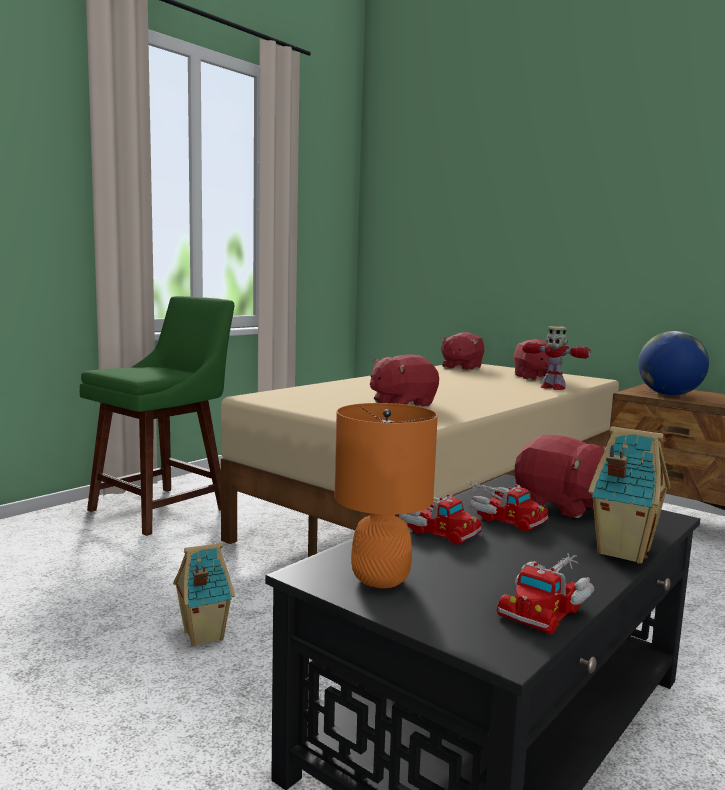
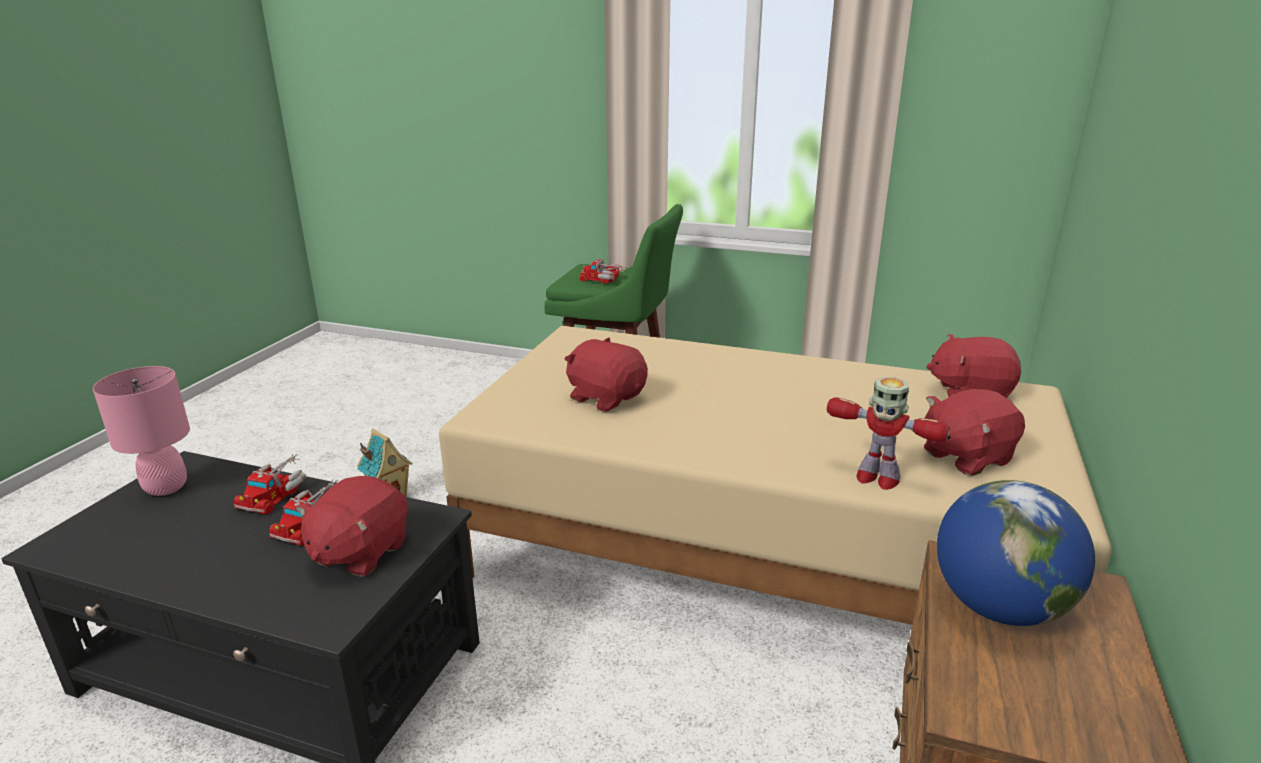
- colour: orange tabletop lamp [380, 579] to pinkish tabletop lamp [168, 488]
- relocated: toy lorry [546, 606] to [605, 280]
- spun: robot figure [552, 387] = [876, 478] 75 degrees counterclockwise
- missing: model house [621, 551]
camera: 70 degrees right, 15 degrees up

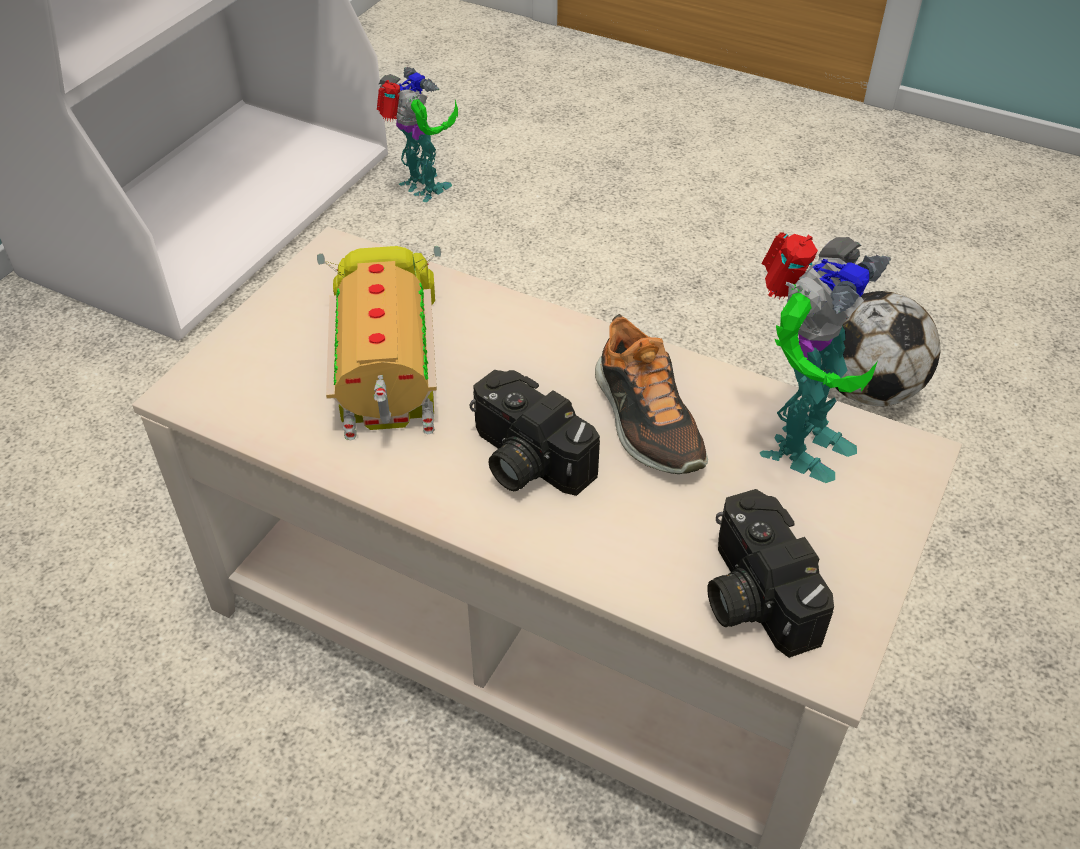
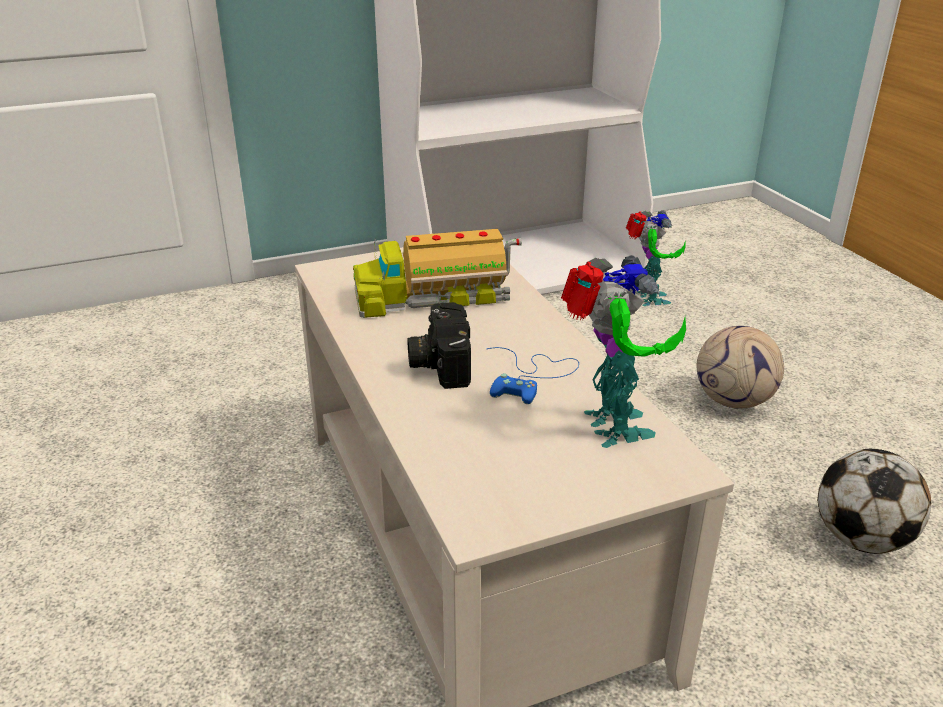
- spun: toy lorry [390, 358] = [433, 295] 135 degrees counterclockwise
- exchanged: low shoe [645, 420] to blue-coloured game controller [531, 376]
- spun: robot figure [797, 444] = [611, 429] 90 degrees counterclockwise
- appeared: ball for football [734, 401]
- missing: still camera [750, 595]
camera: 40 degrees right, 15 degrees down

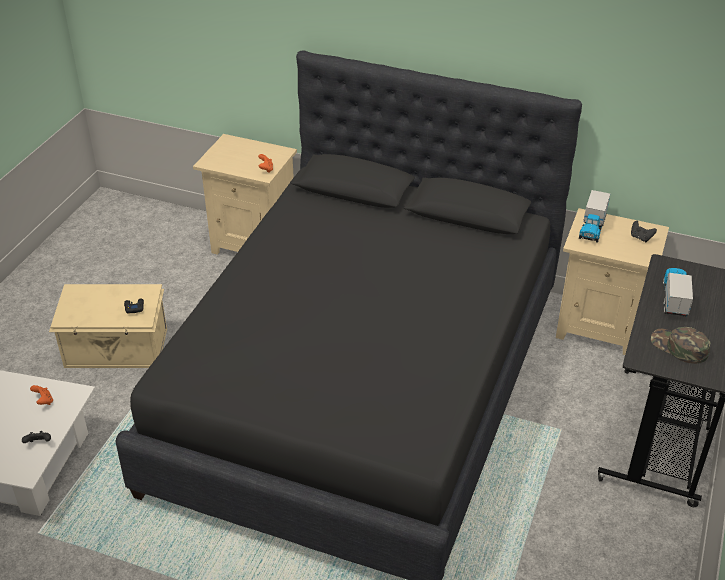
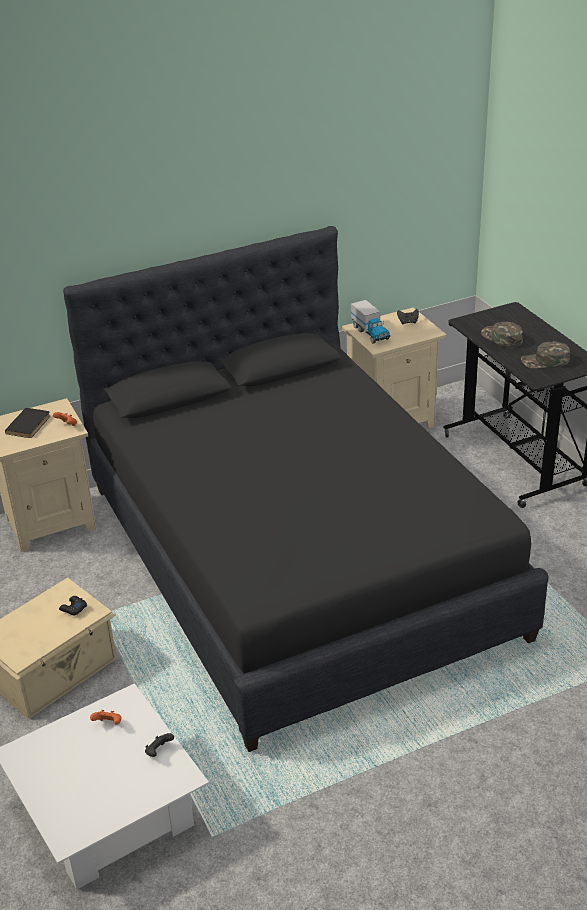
- appeared: black-coloured bound book [30, 425]
- exchanged: toy lorry [674, 300] to green cap [501, 338]
camera: 45 degrees left, 5 degrees down

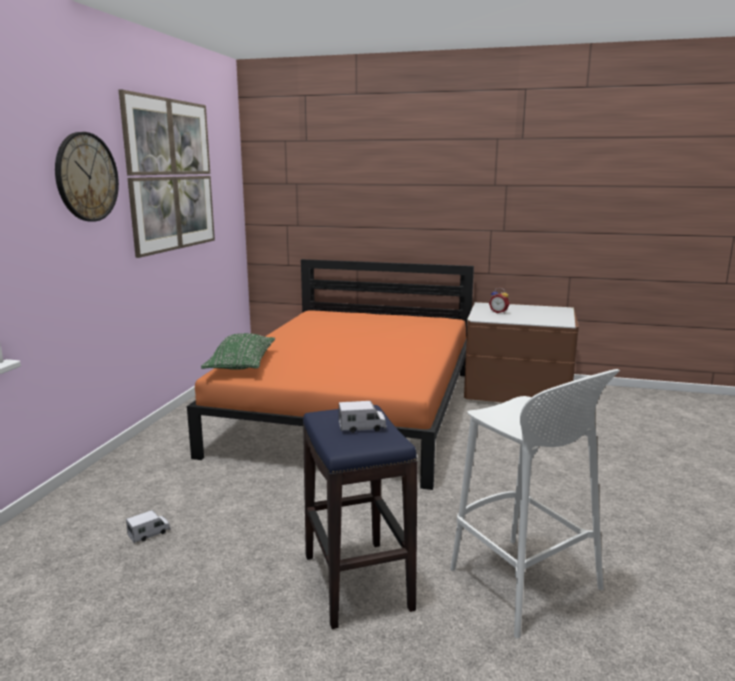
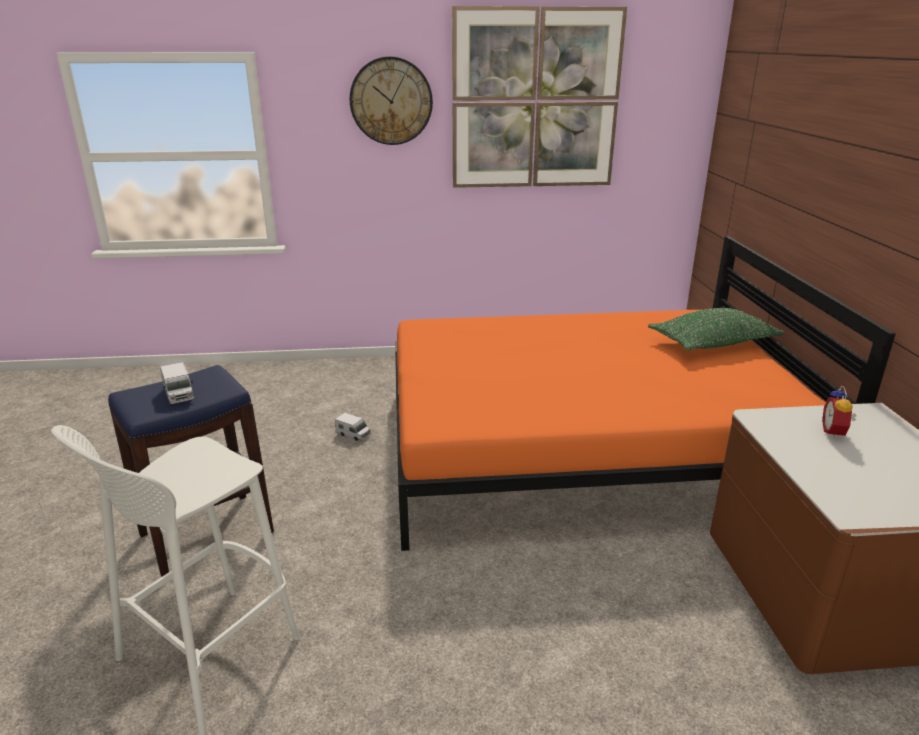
- relocated: toy lorry [149, 534] to [353, 434]
- relocated: green pillow [241, 364] to [712, 343]
camera: 70 degrees right, 10 degrees up

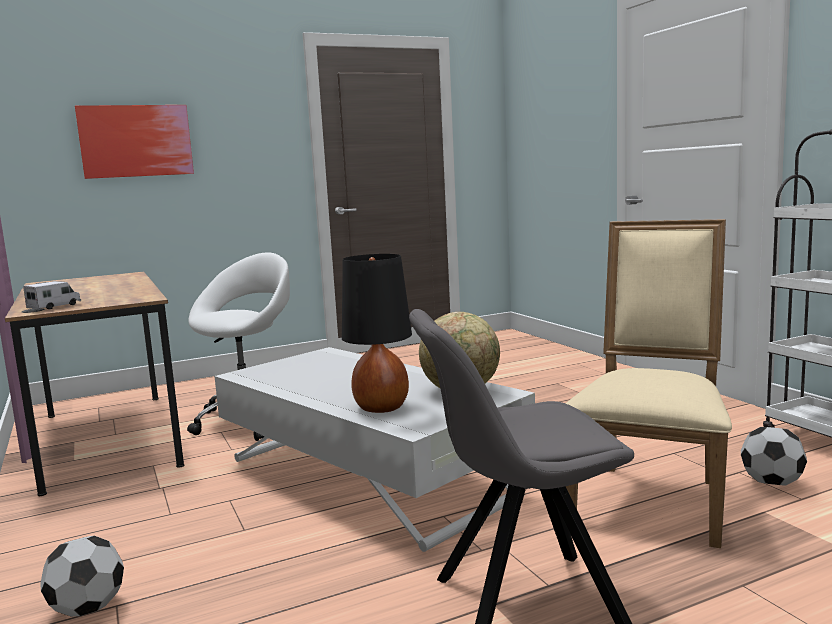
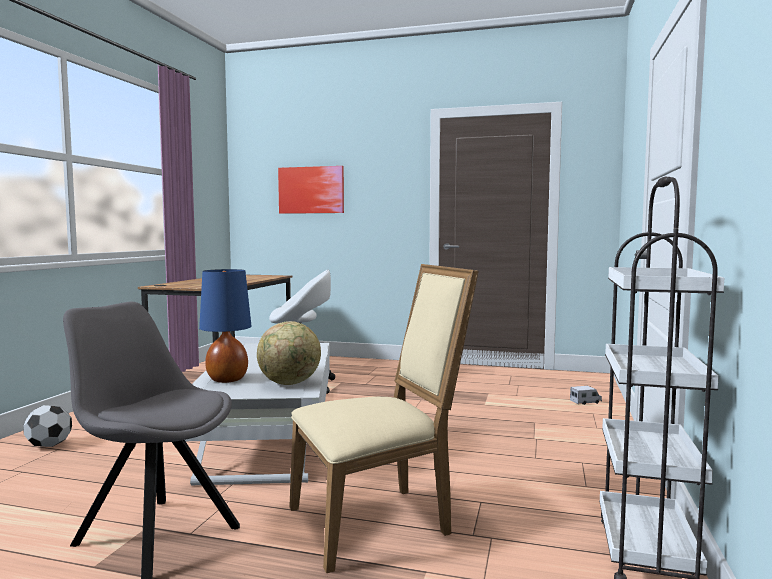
- colour: black-coloured tabletop lamp [381, 407] to blue-coloured tabletop lamp [227, 379]
- relocated: toy lorry [54, 307] to [585, 402]
- missing: ball for football [772, 483]
camera: 40 degrees right, 5 degrees down

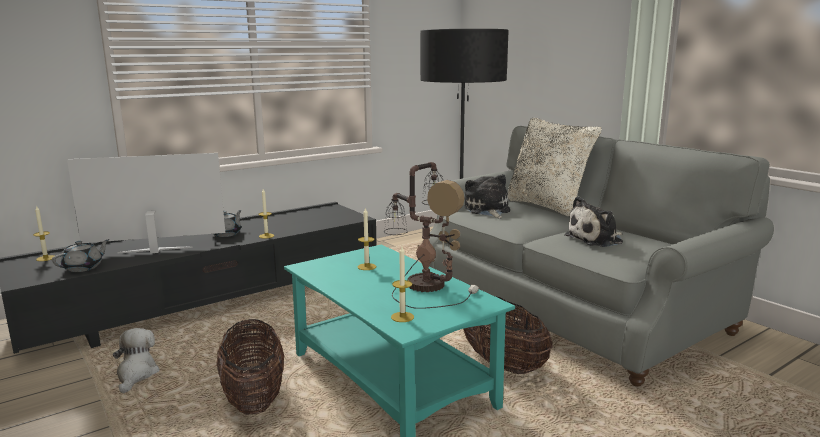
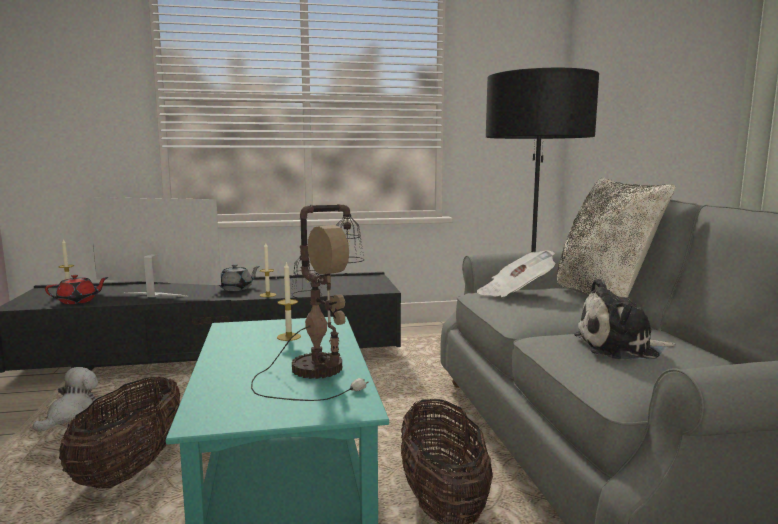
- colour: greyish teapot [84, 267] to red-coloured teapot [78, 301]
- exchanged: plush toy [487, 210] to daily paper [515, 293]
- missing: wax candle [402, 317]
camera: 25 degrees right, 5 degrees down

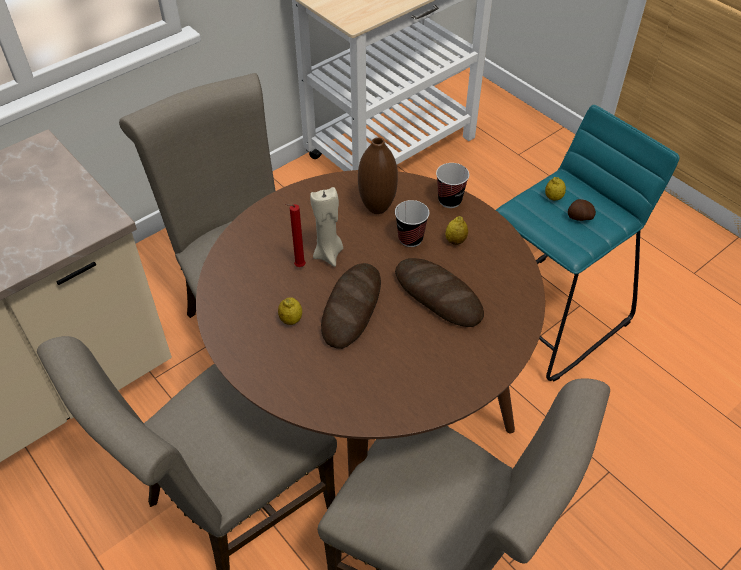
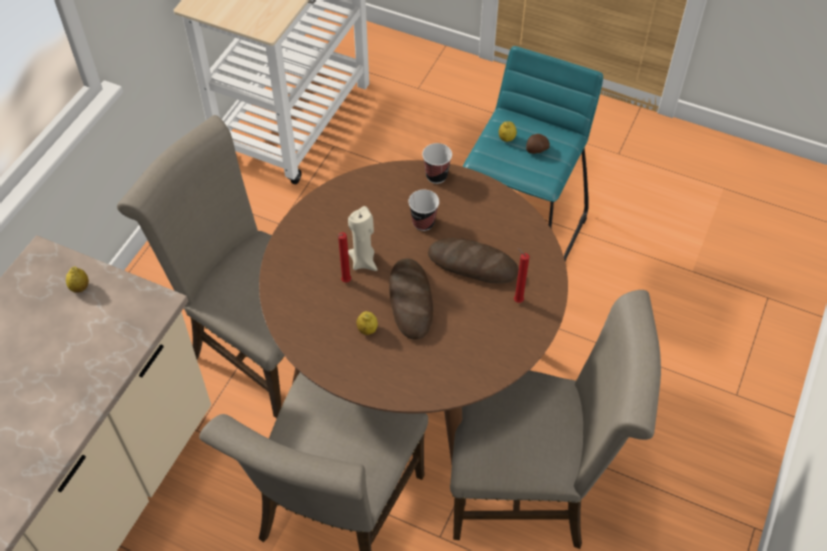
- relocated: citrus fruit [455, 241] to [80, 287]
- appeared: red-coloured wax candle [517, 300]
- missing: brown flower vase [377, 208]
camera: 25 degrees left, 5 degrees up

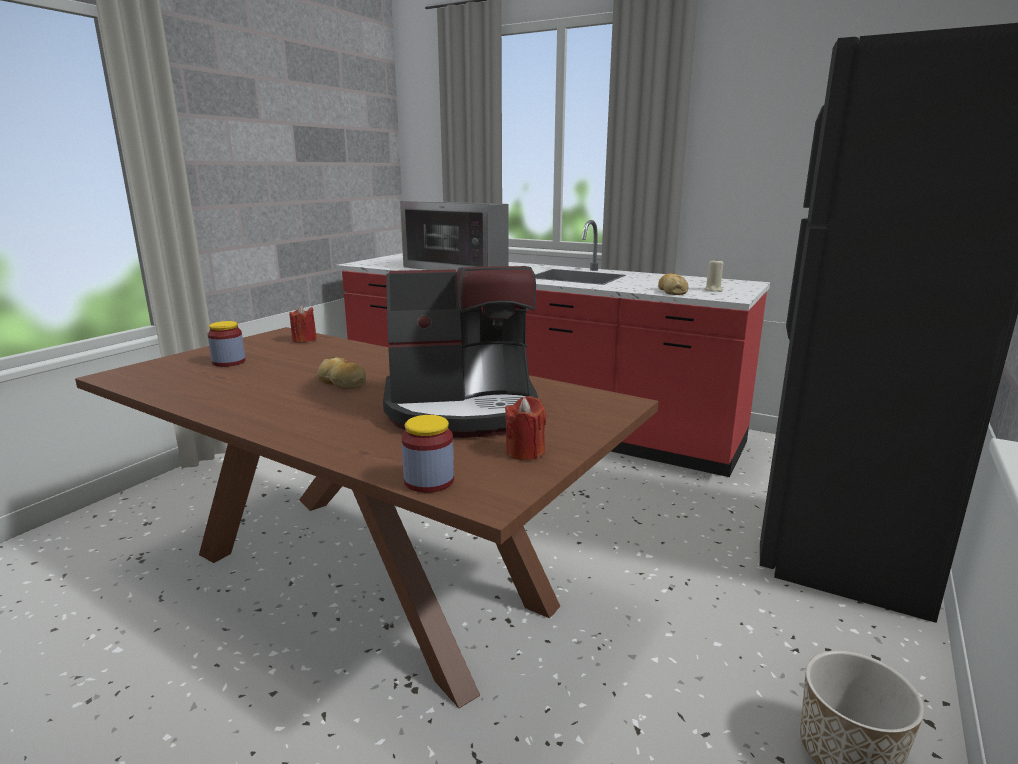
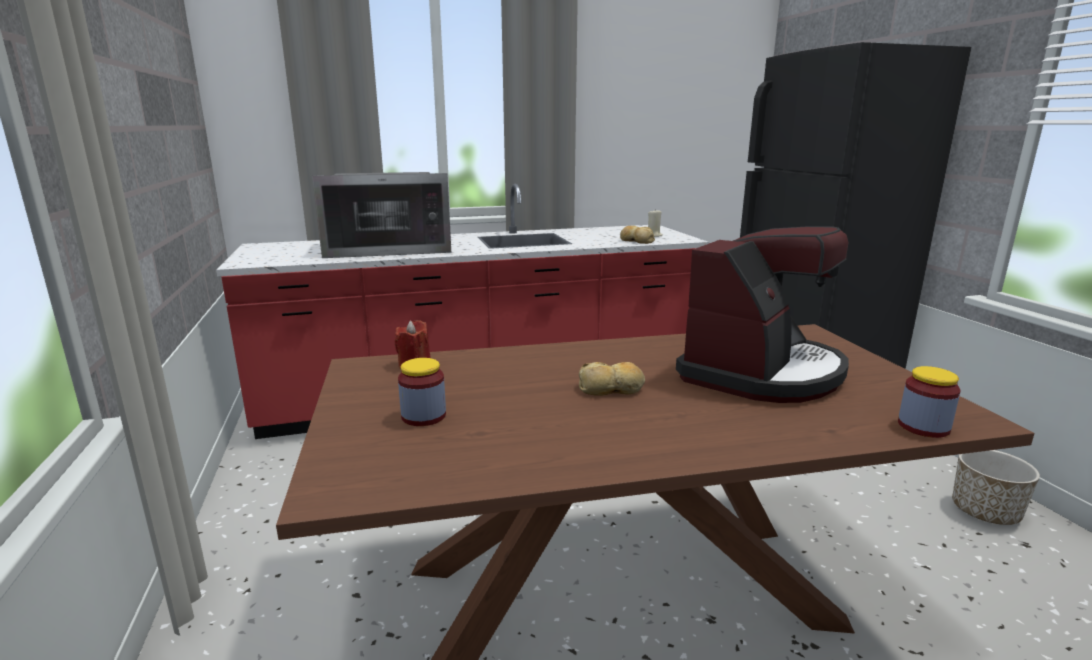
- missing: red-coloured wax candle [525, 452]
camera: 45 degrees left, 0 degrees up

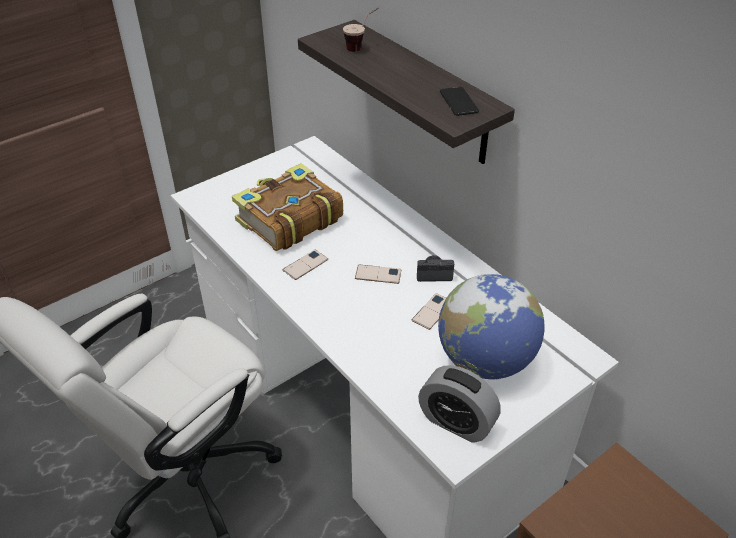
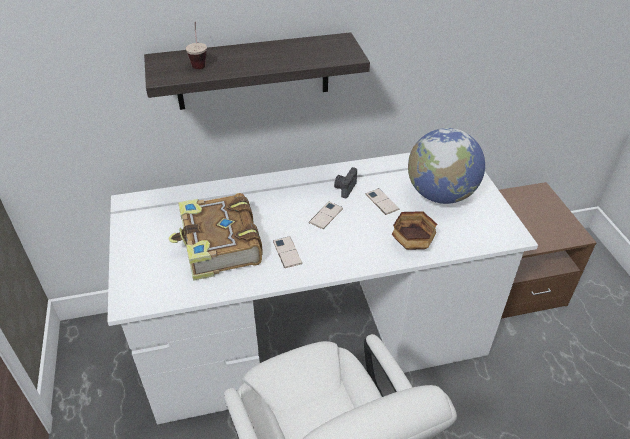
- appeared: bowl [411, 242]
- missing: alarm clock [456, 422]
- missing: handset [458, 102]
camera: 65 degrees left, 0 degrees up

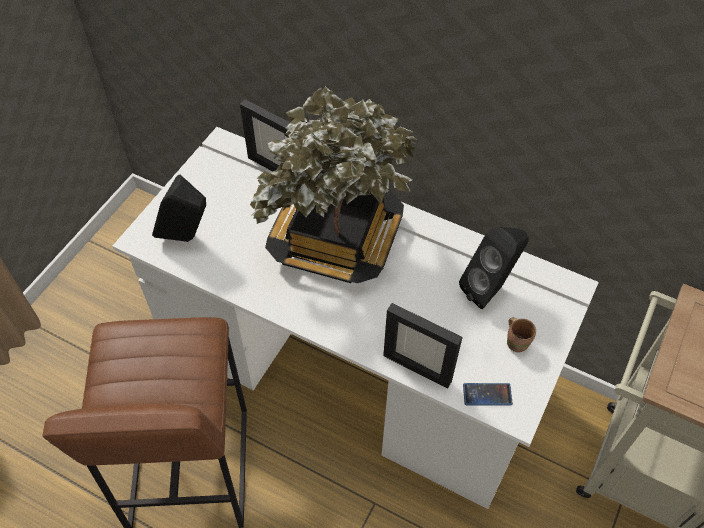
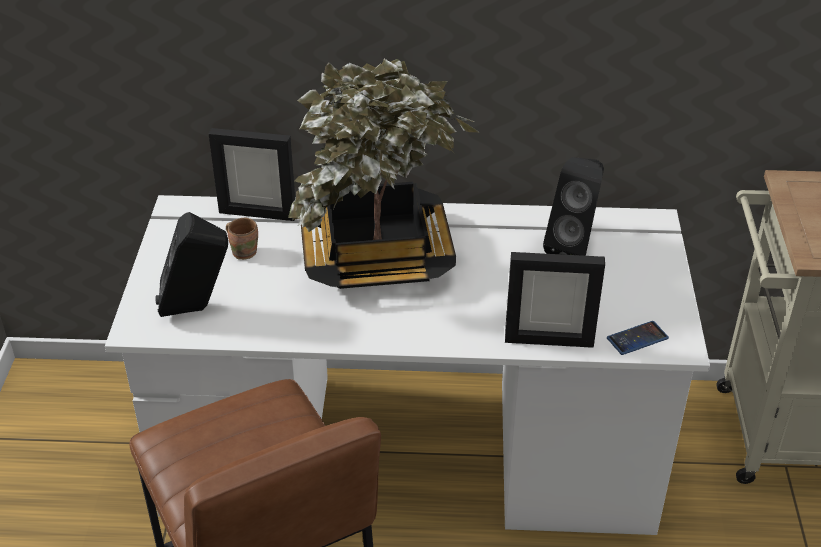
- relocated: brown tea mug [517, 342] to [244, 251]
camera: 25 degrees left, 15 degrees down

